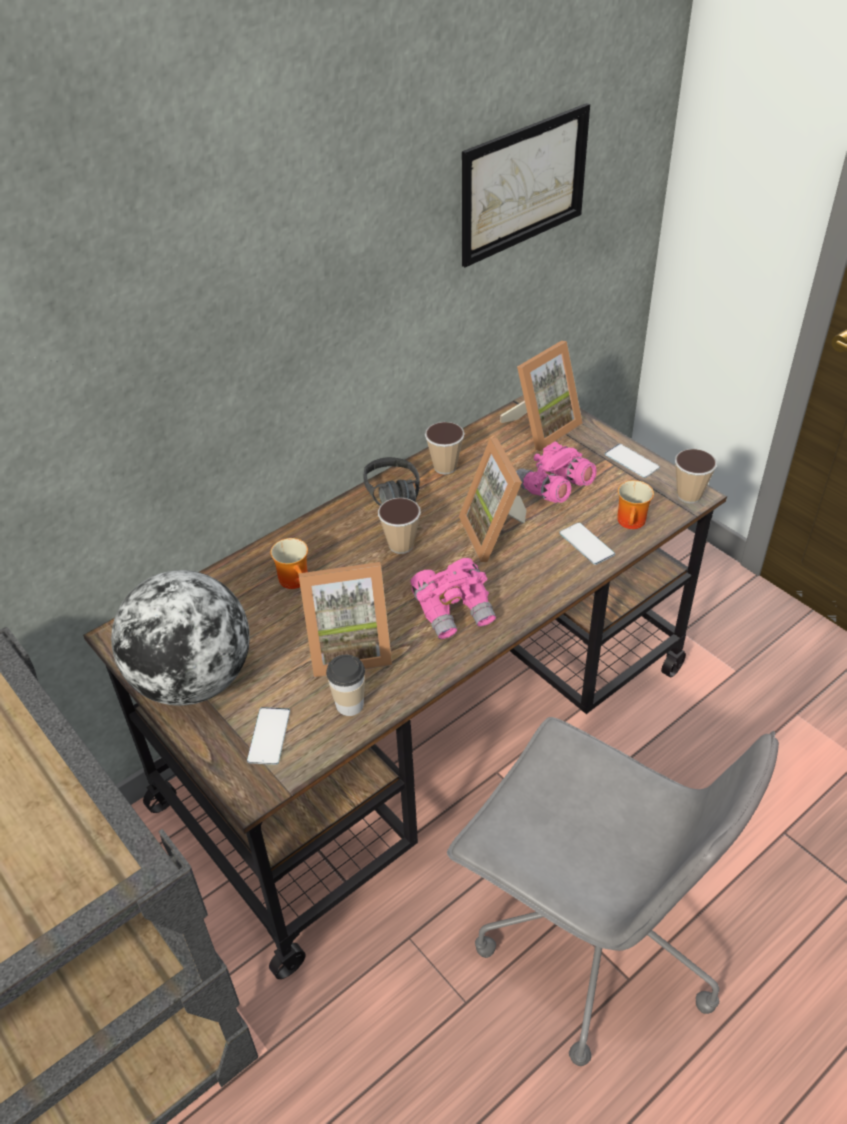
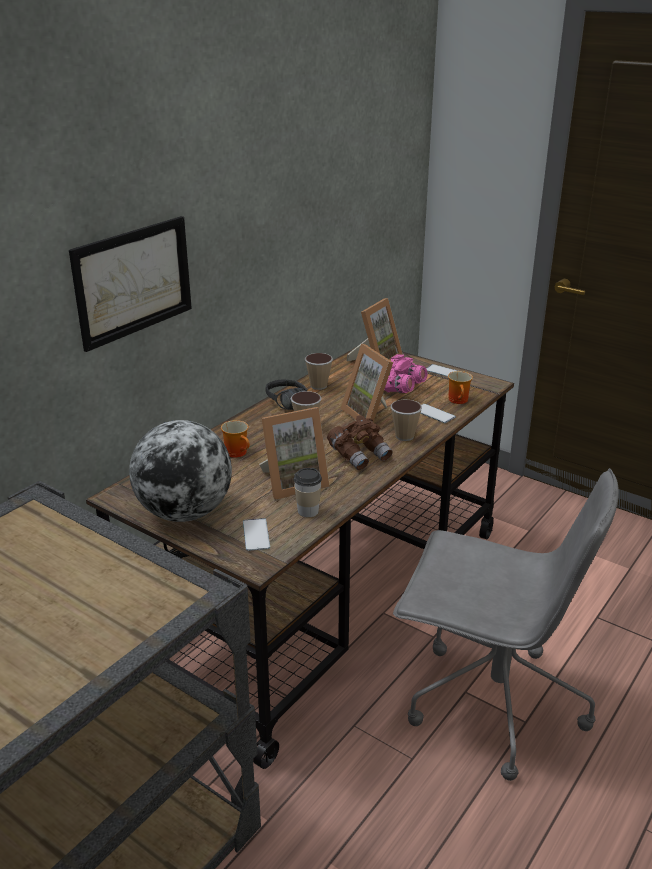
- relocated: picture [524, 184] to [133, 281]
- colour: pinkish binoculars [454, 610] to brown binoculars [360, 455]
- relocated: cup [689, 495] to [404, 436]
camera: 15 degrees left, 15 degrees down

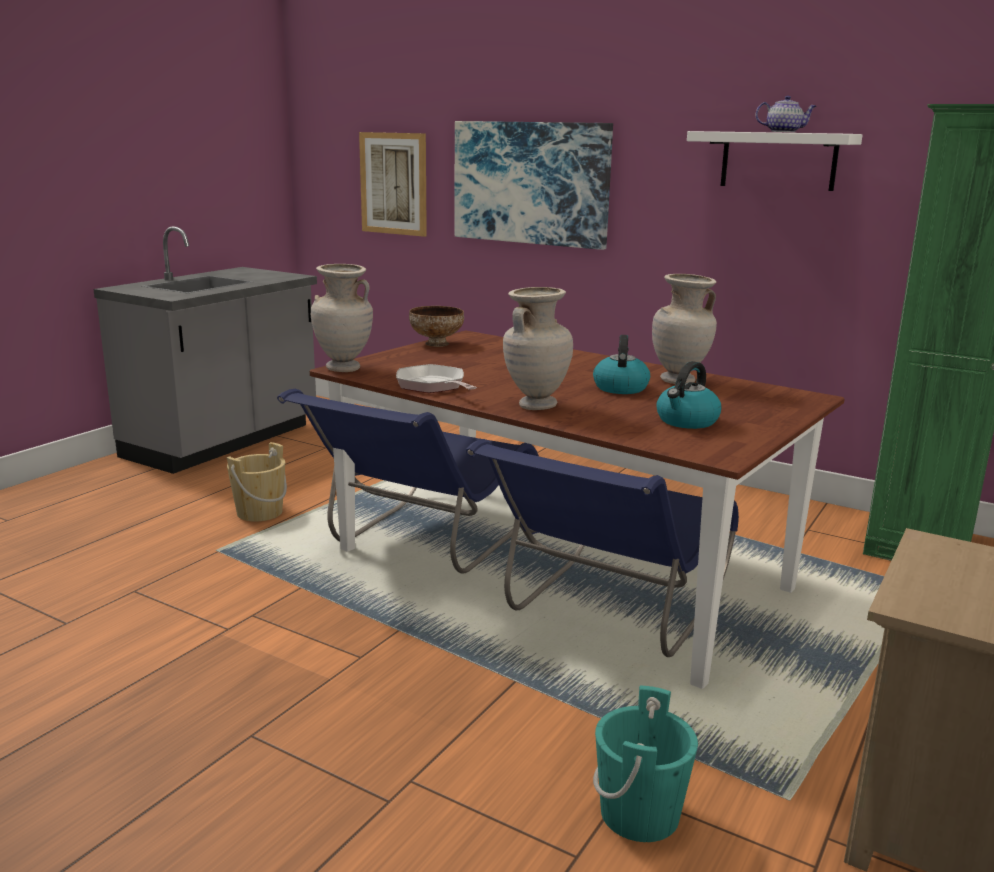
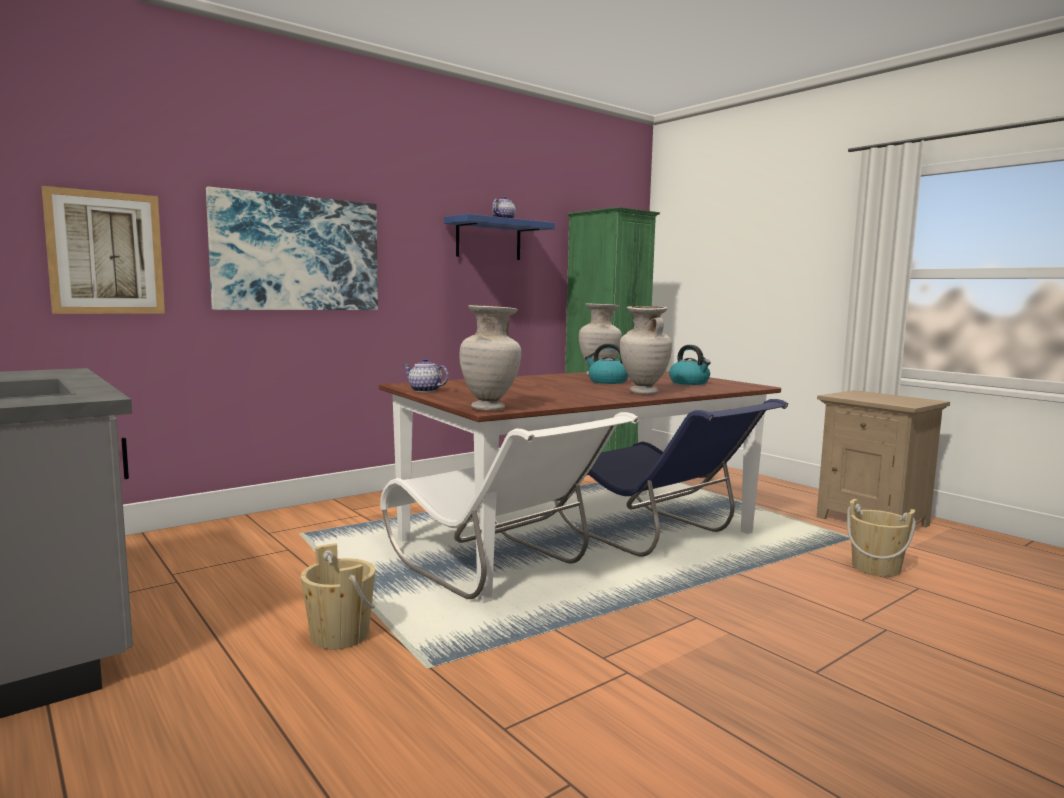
- colour: blue-coloured chair [422, 543] to white chair [499, 570]
- exchanged: bowl [436, 344] to teapot [424, 390]
- colour: white bracket shelf [778, 160] to blue-coloured bracket shelf [488, 239]
- colour: turquoise bucket [639, 813] to sand-coloured bucket [875, 568]
- missing: skillet [433, 386]
camera: 70 degrees left, 10 degrees down

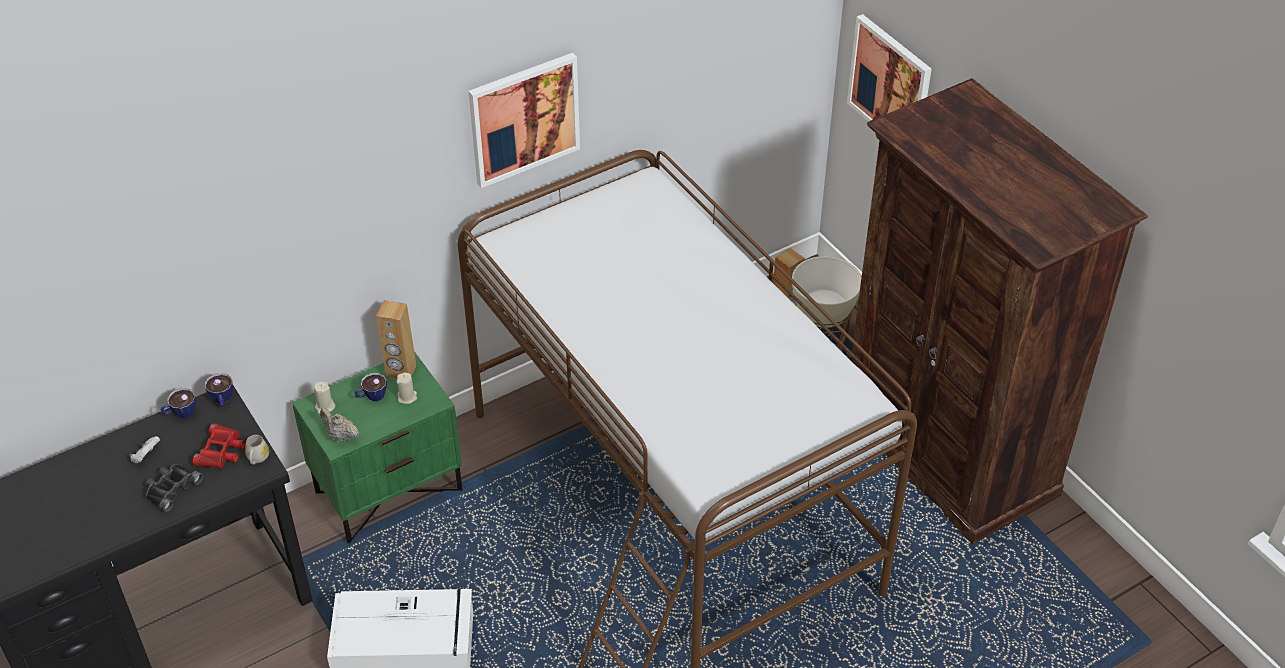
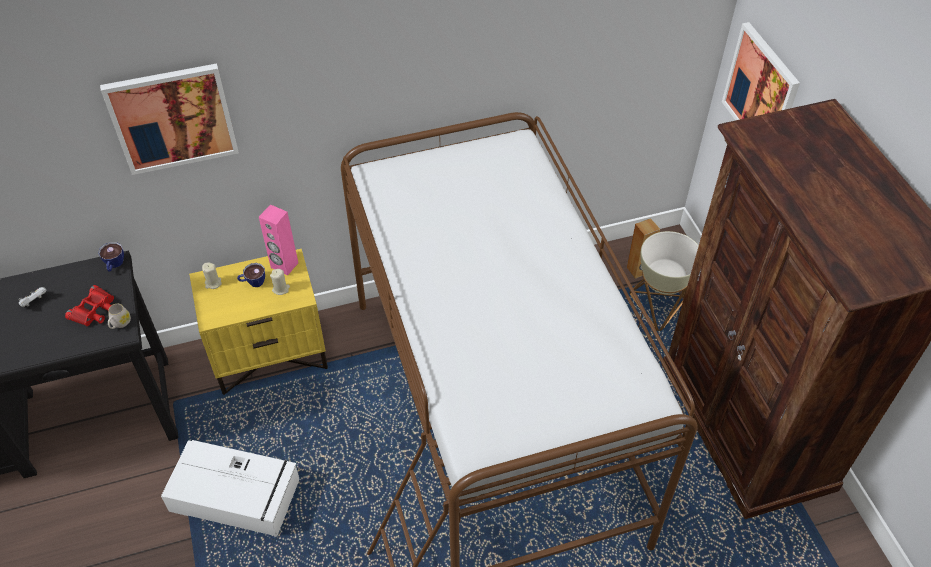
- relocated: picture [524, 118] to [172, 118]
- colour: green nightstand [389, 489] to yellow nightstand [270, 355]
- colour: brown audio speaker [401, 372] to pinkish audio speaker [284, 265]
- missing: black-coloured binoculars [171, 488]
- missing: cup [180, 413]
- missing: sand-coloured teapot [341, 436]
camera: 15 degrees right, 5 degrees up

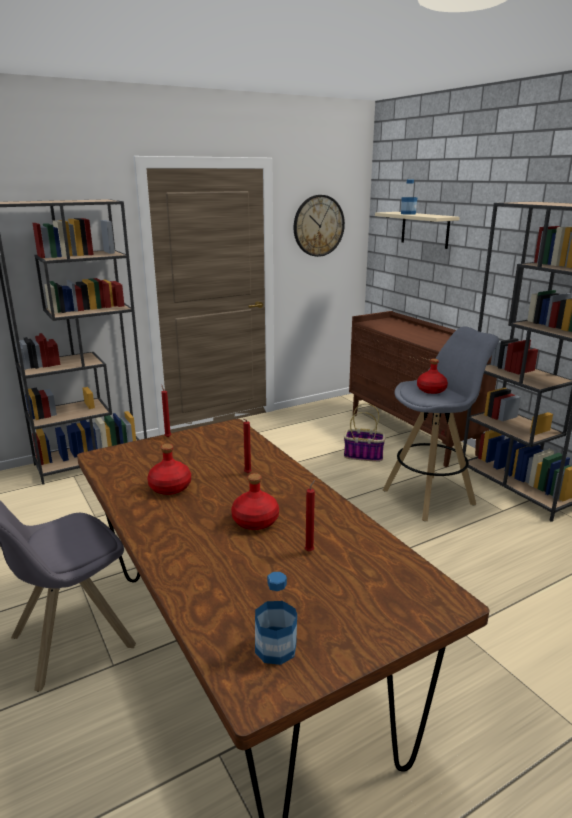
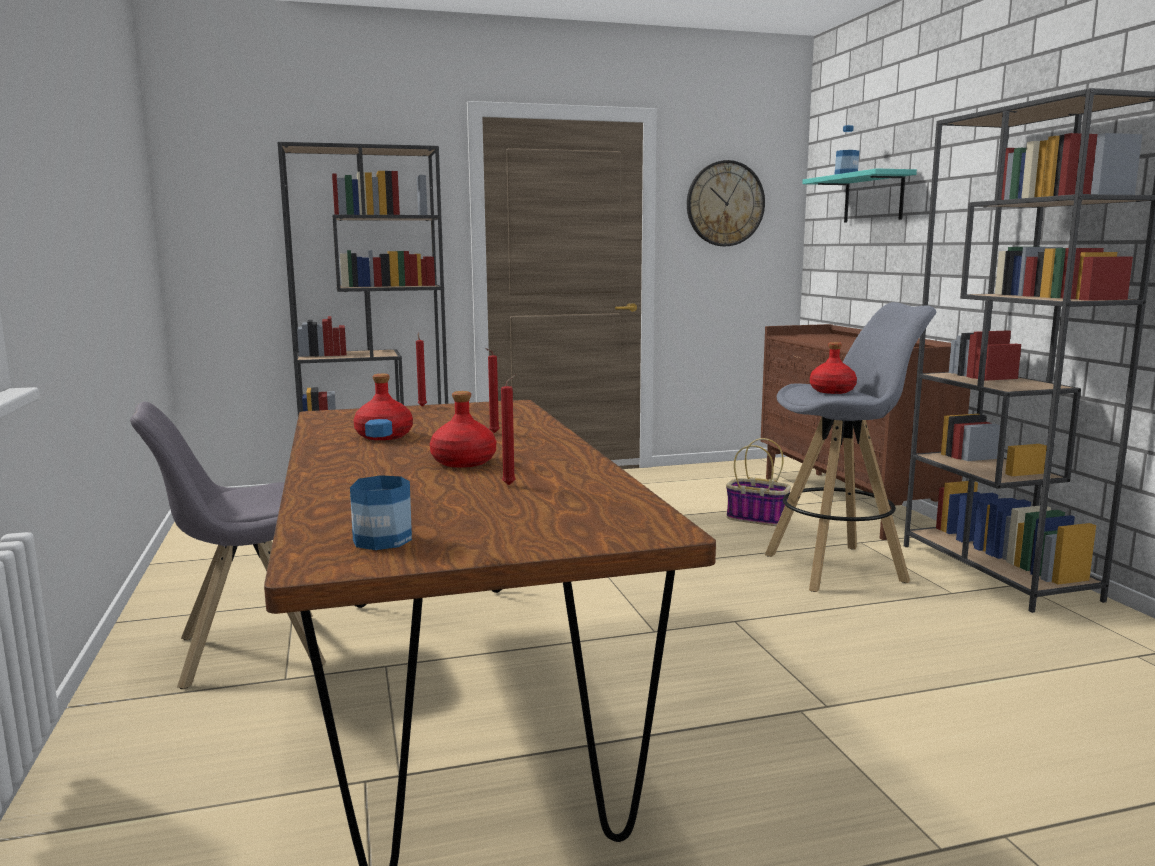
- colour: sand-coloured bracket shelf [425, 229] to turquoise bracket shelf [873, 198]
camera: 15 degrees right, 10 degrees down

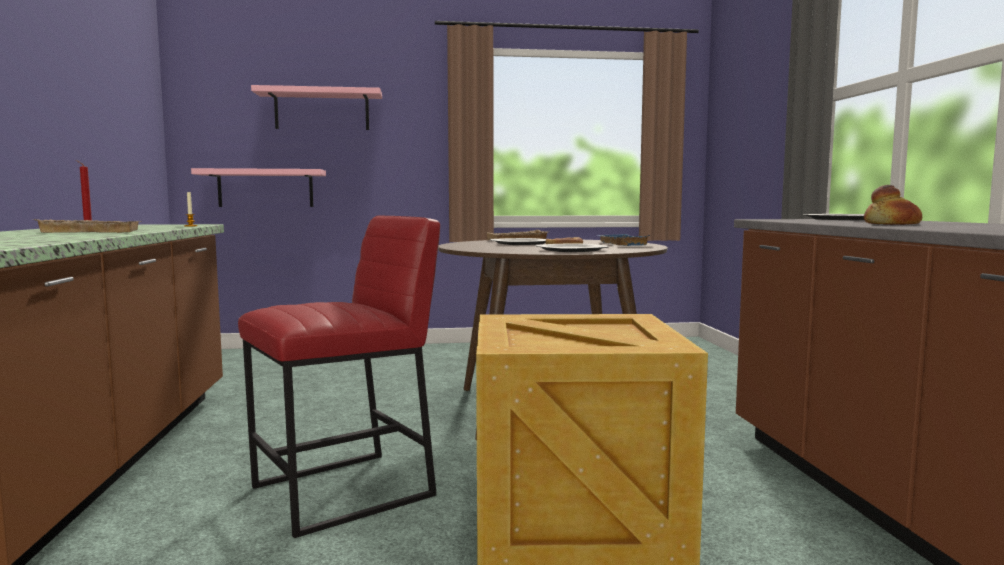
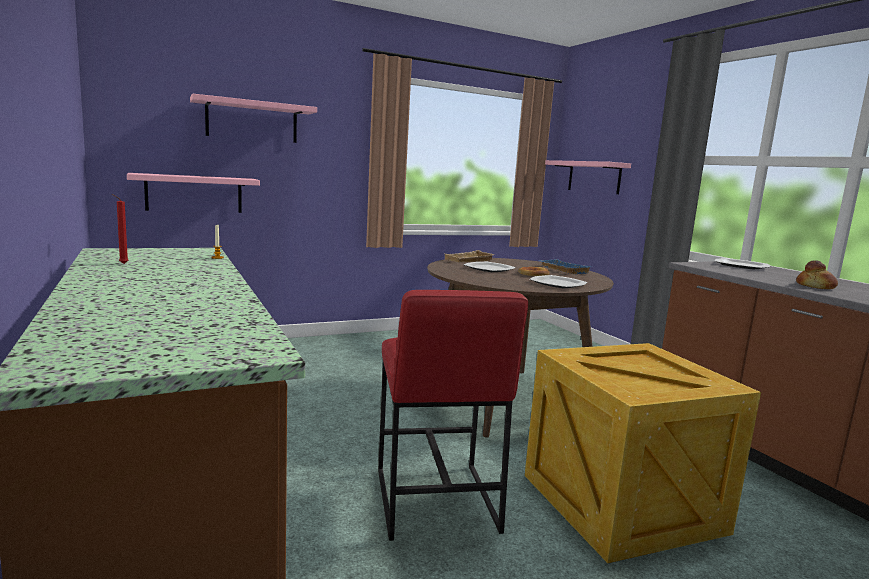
- spun: red-coloured chair [346, 490] = [436, 501] 135 degrees clockwise
- appeared: pinkish bracket shelf [594, 177]
- missing: sand-coloured tray [93, 232]
camera: 20 degrees left, 5 degrees up

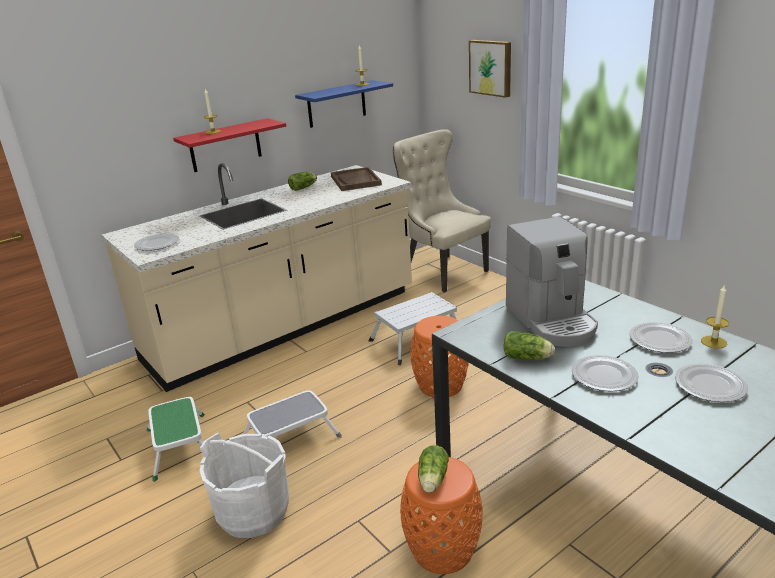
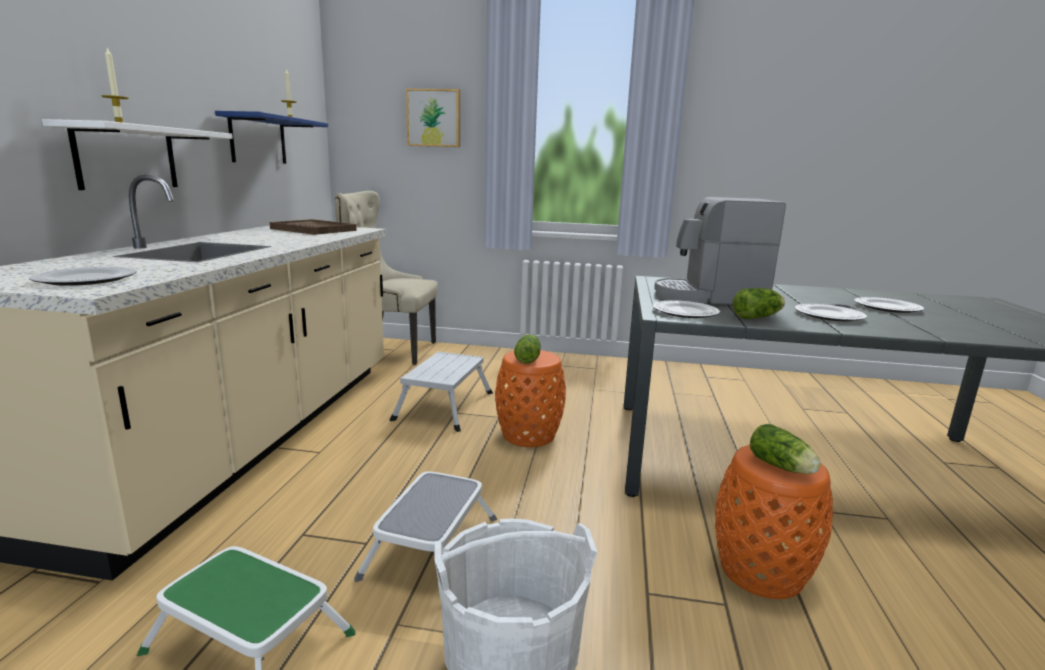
- colour: red-coloured bracket shelf [225, 145] to white bracket shelf [127, 157]
- relocated: lettuce [304, 188] to [528, 358]
- relocated: dinner plate [659, 339] to [684, 312]
- spun: coffee maker [552, 320] = [709, 297] 150 degrees clockwise
- missing: wax candle [713, 342]
camera: 45 degrees left, 10 degrees down

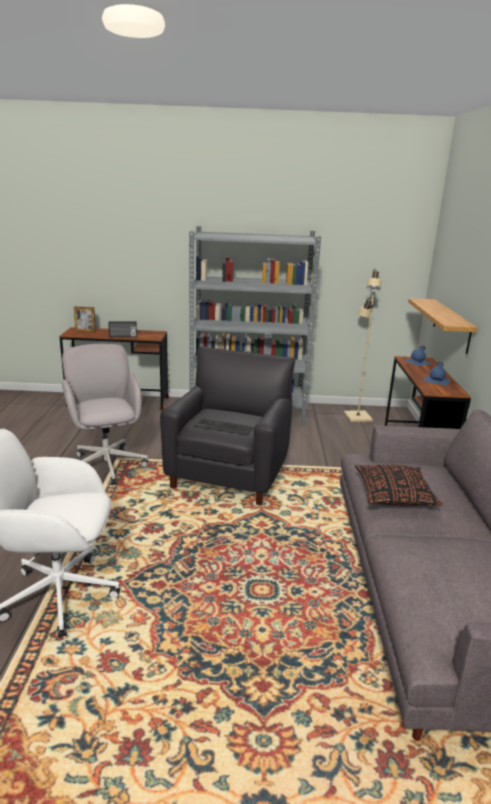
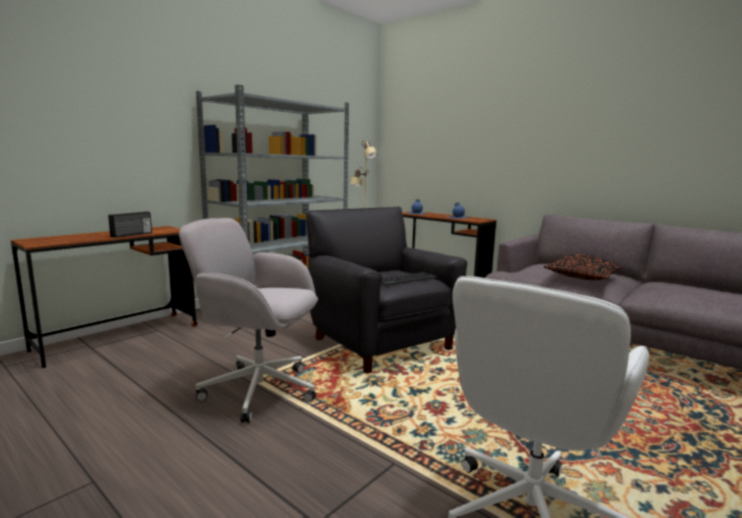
- missing: picture frame [85, 331]
- missing: bracket shelf [451, 325]
camera: 50 degrees left, 10 degrees down

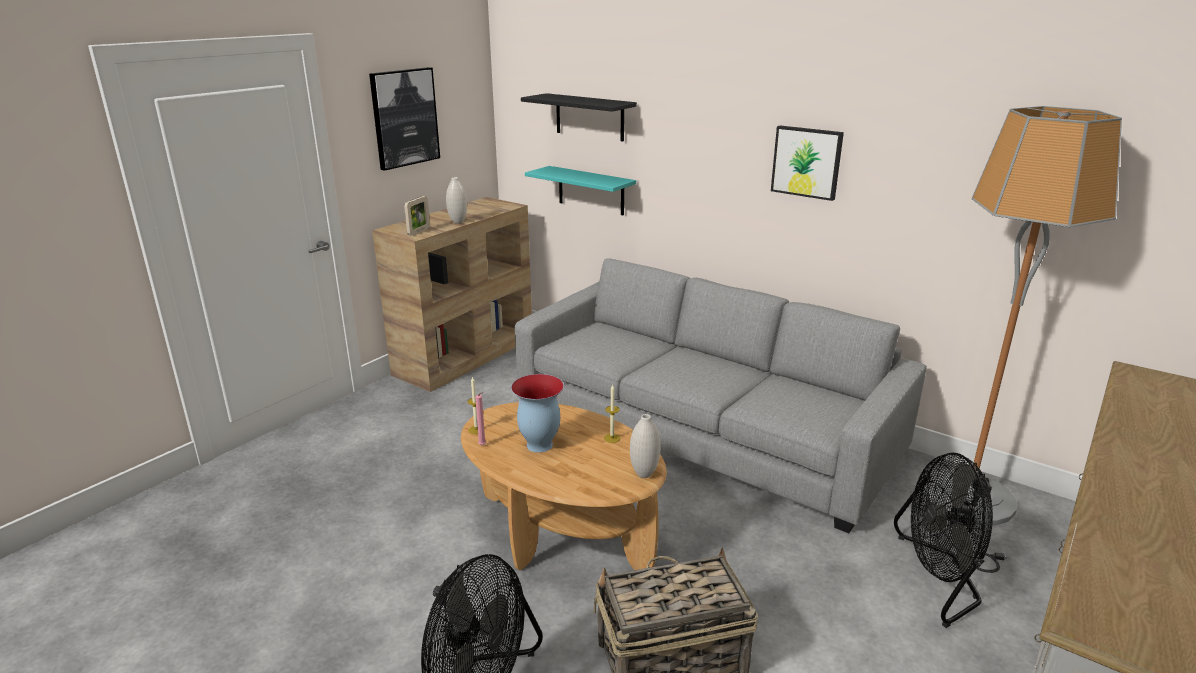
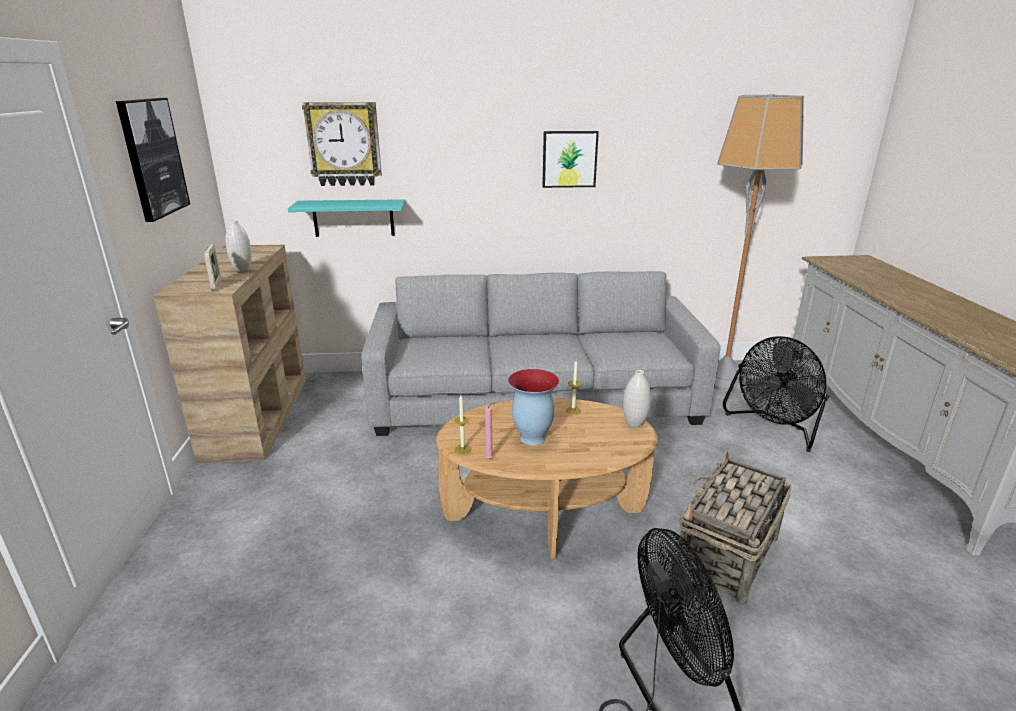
- exchanged: black-coloured bracket shelf [589, 117] to clock on the wall [344, 144]
camera: 40 degrees left, 0 degrees up

